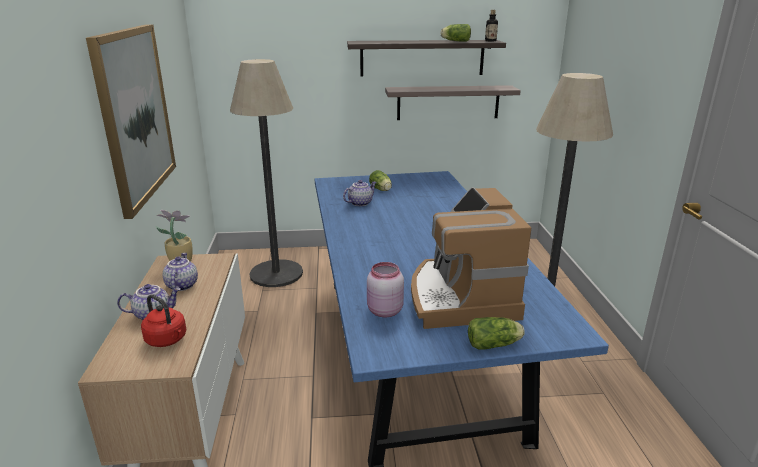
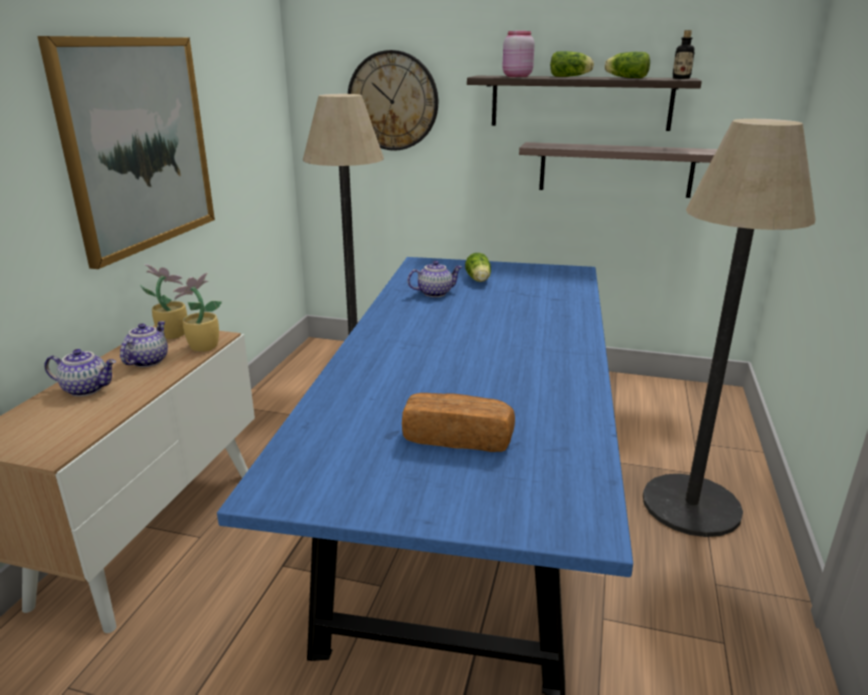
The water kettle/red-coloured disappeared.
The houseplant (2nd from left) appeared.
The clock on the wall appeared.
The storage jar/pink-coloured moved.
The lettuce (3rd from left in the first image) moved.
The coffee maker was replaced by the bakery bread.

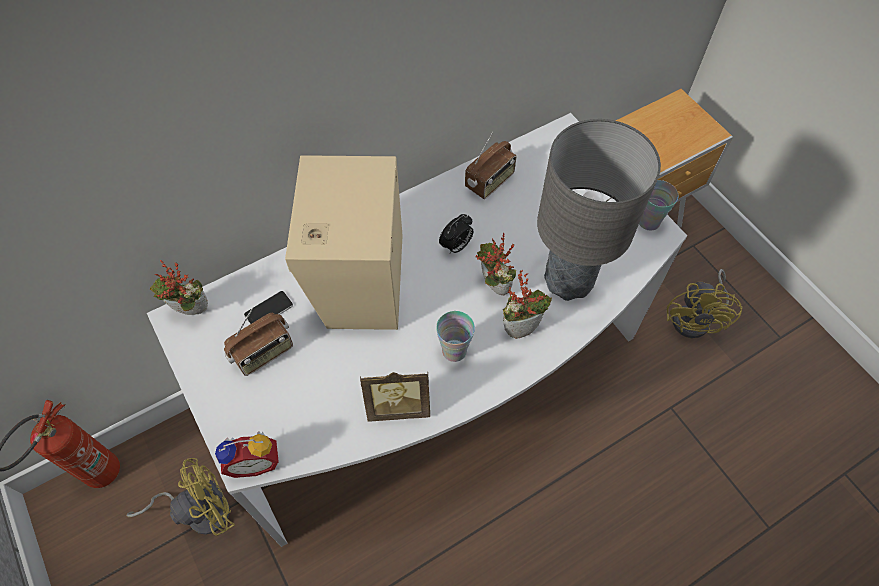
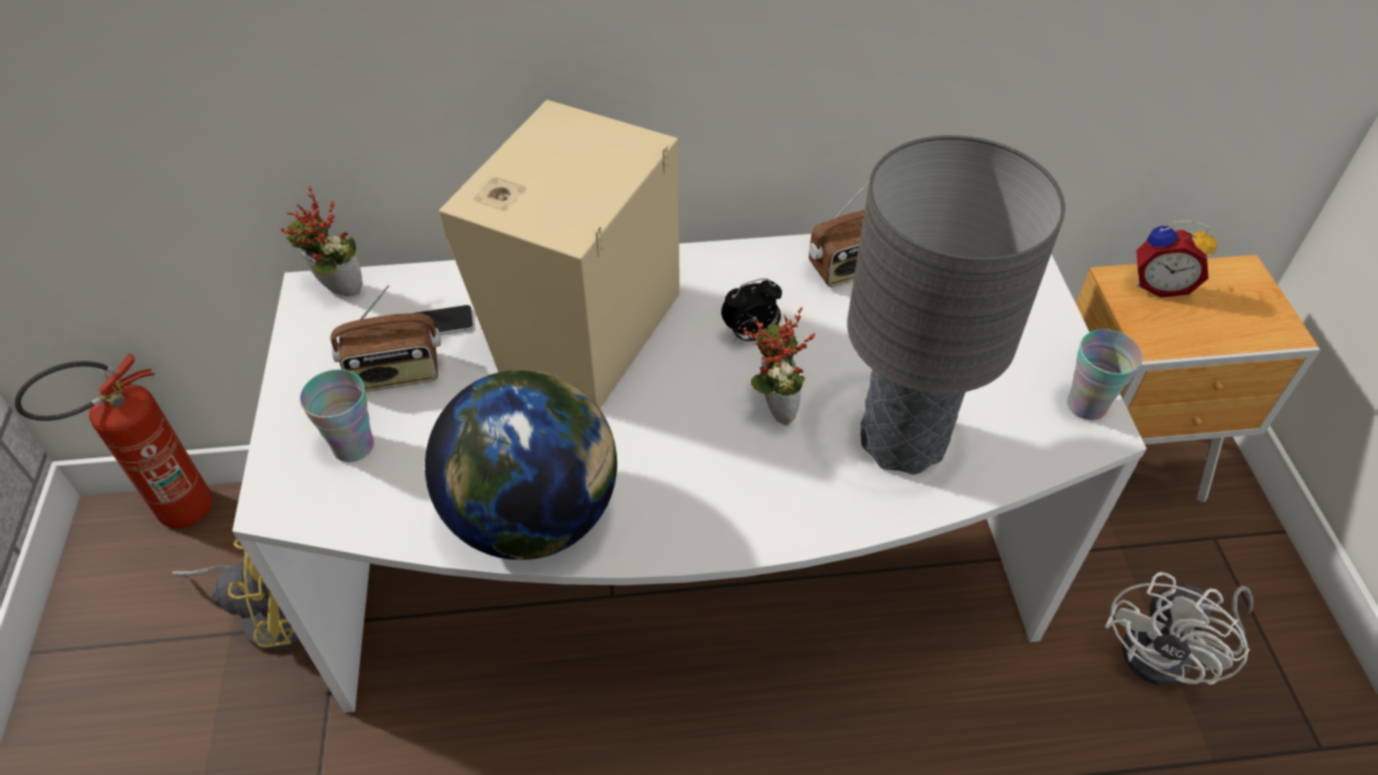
The houseplant (3rd from left) disappeared.
The bedside clock (1st from left in the first image) moved.
The drinking cup (1st from left) moved.
The picture frame was replaced by the desk globe.
The electric fan/yellowish (2nd from left) became the electric fan/white.

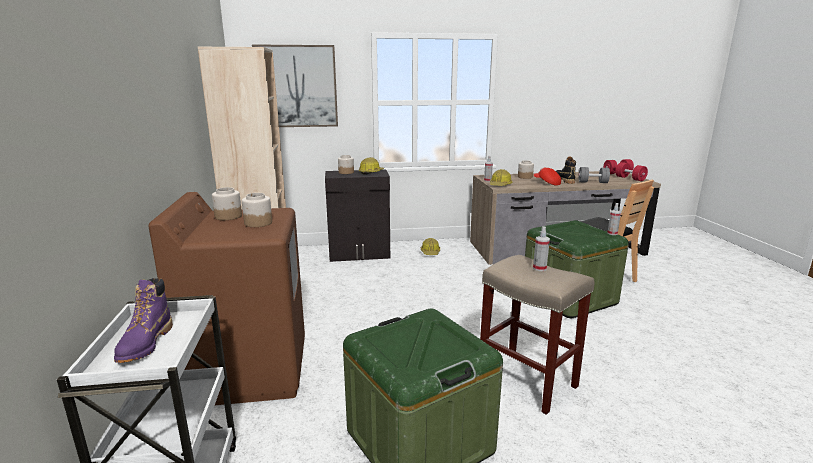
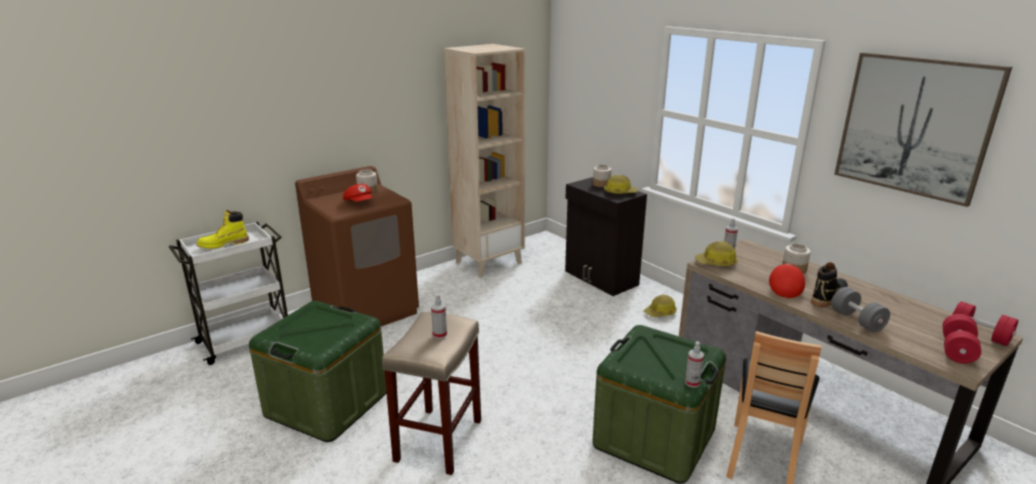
The wall art moved.
The storage jar (2nd from left) was replaced by the baseball cap/red-coloured (1st from left).
The tall boot/purple-coloured became the tall boot/yellowish.

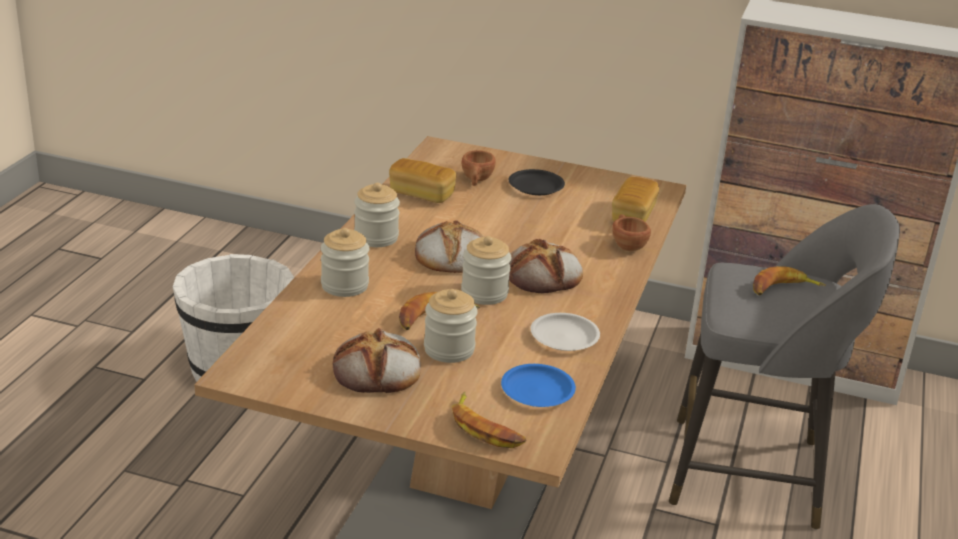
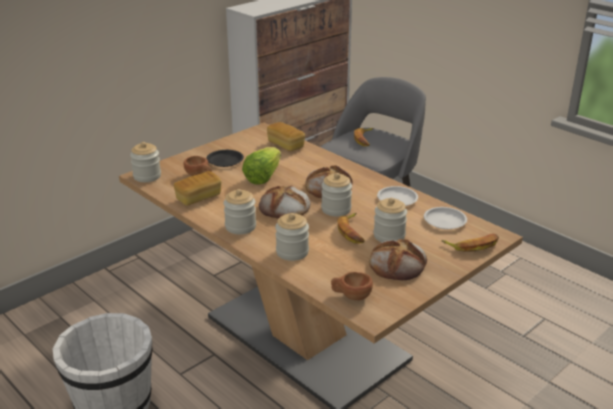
The storage jar (1st from left) appeared.
The lettuce appeared.
The drinking cup/brown (2nd from left) moved.
The dinner plate/bluish became the dinner plate/white (2nd from left).

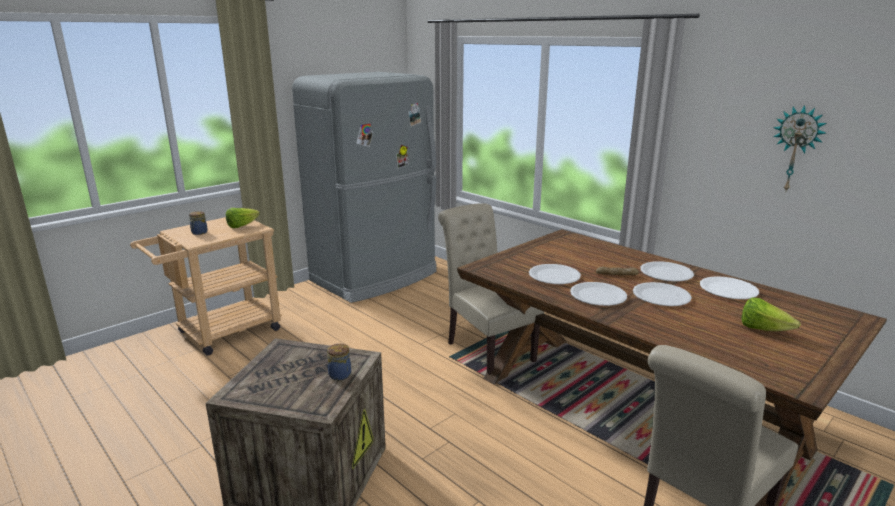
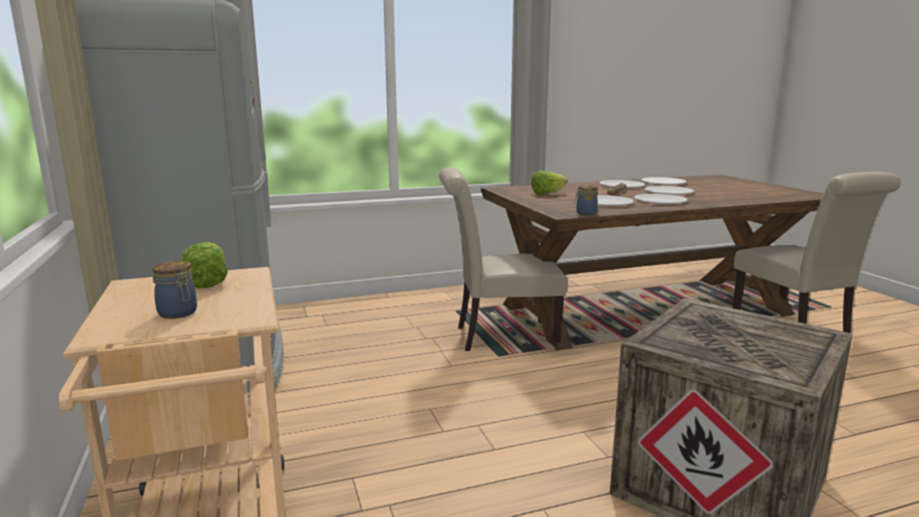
The clock on the wall disappeared.
The storage jar (2nd from left) moved.
The lettuce (2nd from left) moved.

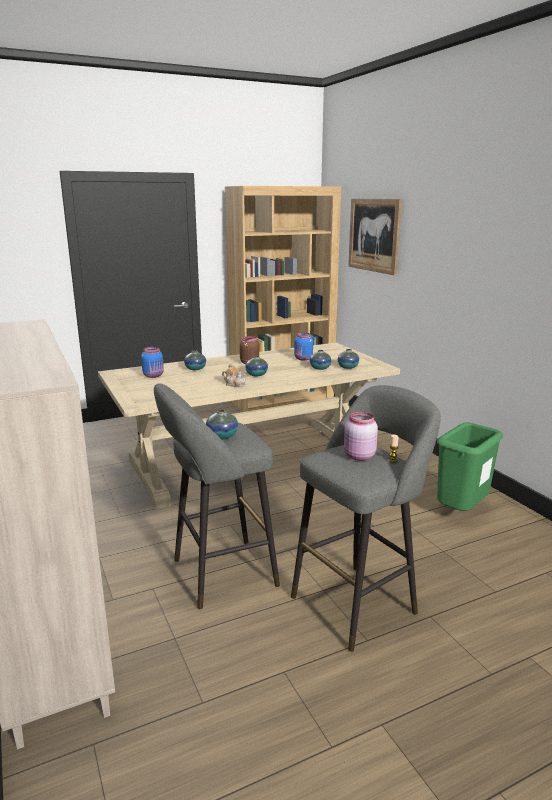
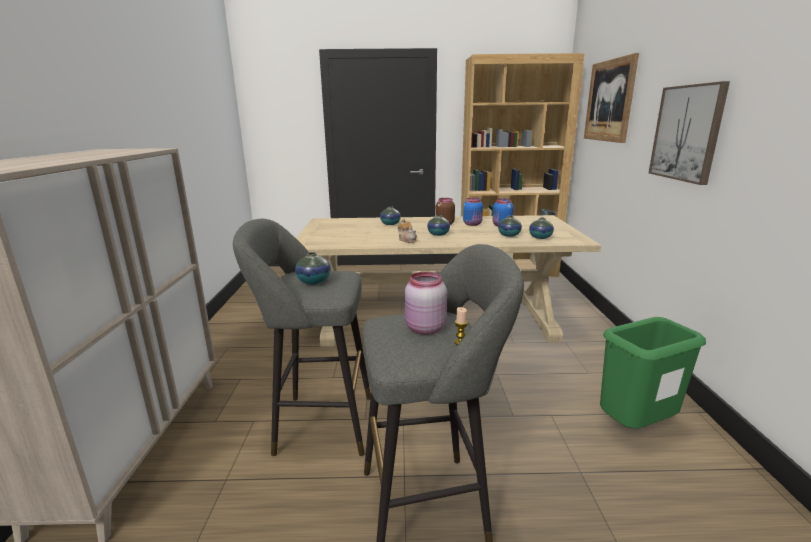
The wall art (2nd from left) appeared.
The storage jar/bluish (1st from left) moved.

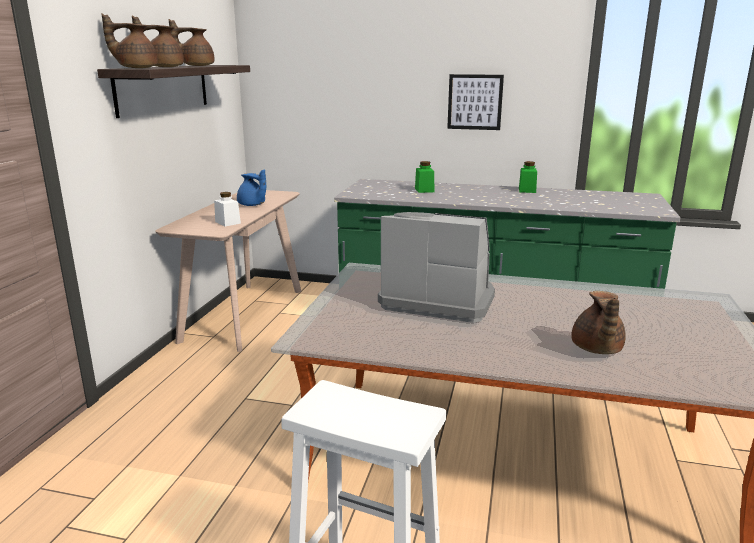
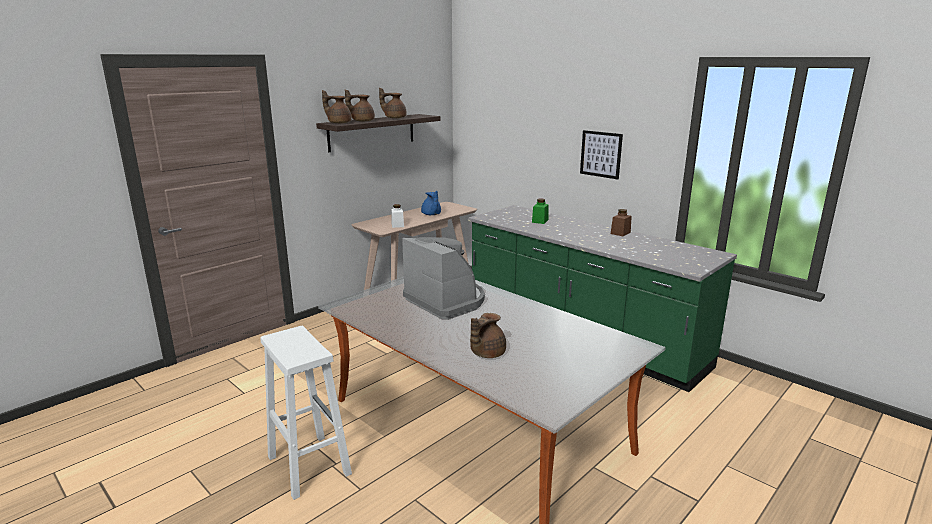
The storage jar/green (2nd from left) became the storage jar/brown.

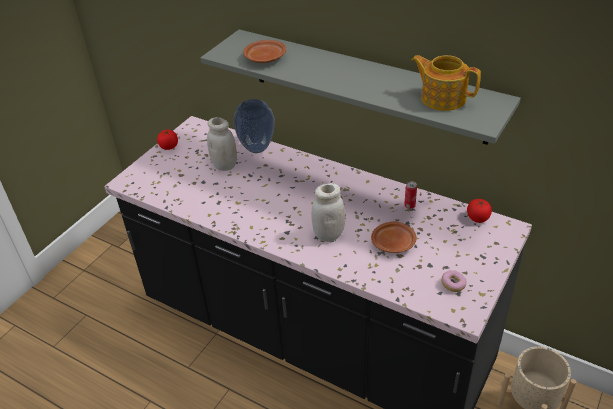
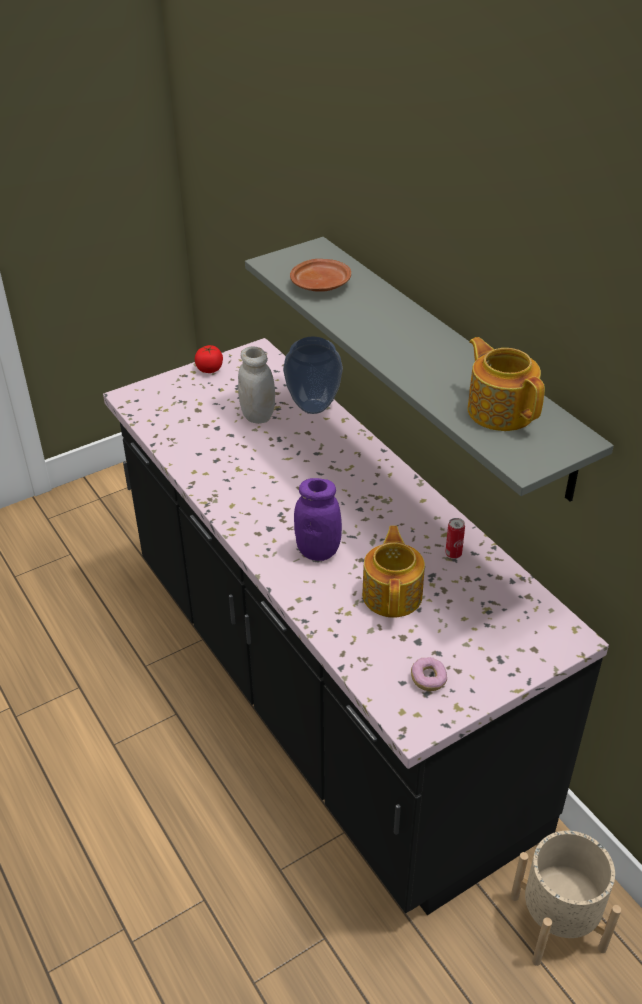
The tomato (2nd from left) disappeared.
The dinner plate/brown (2nd from left) was replaced by the tea pot (1st from left).
The storage jar/white (2nd from left) became the storage jar/purple-coloured.

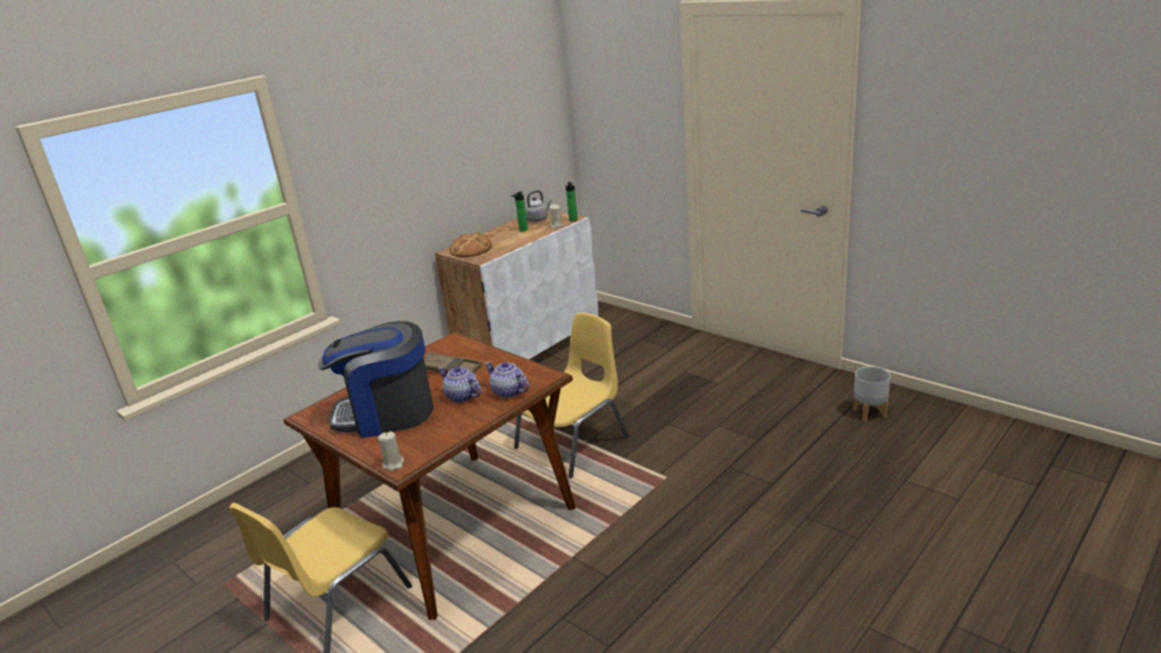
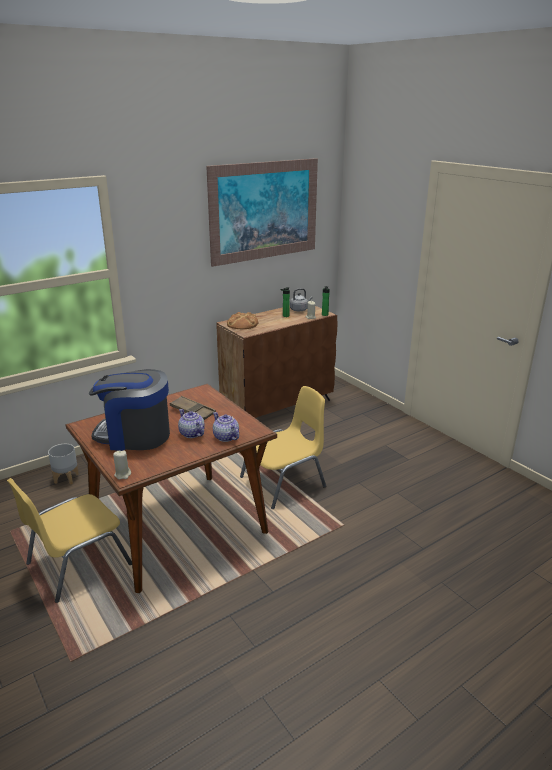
The wall art appeared.
The flower pot/gray moved.
The cabinet/white became the cabinet/brown.

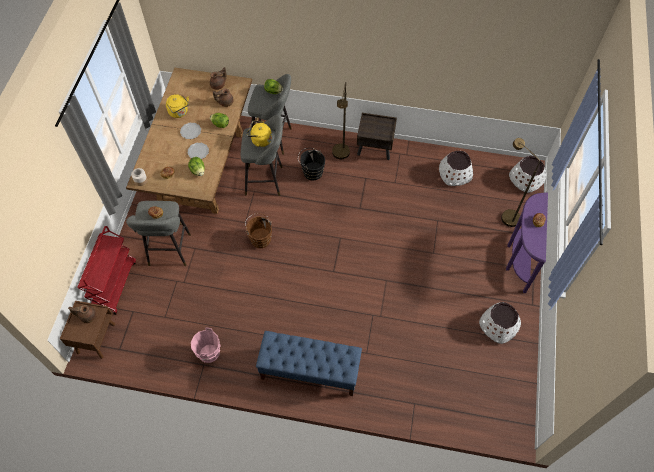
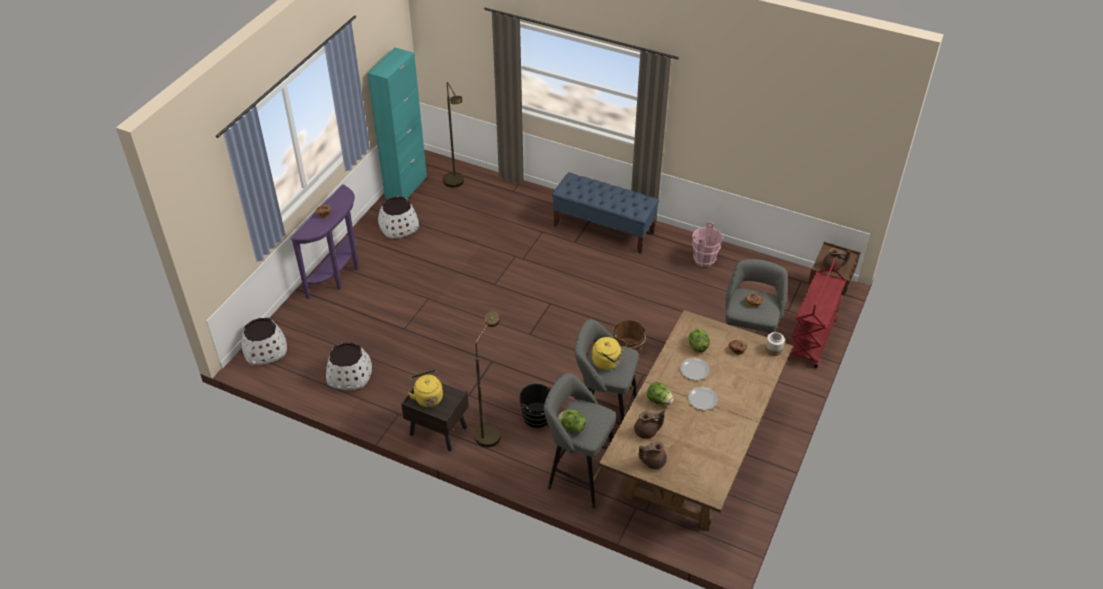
The cabinet/blue-green appeared.
The water kettle/yellowish (1st from left) moved.
The standing lamp/brown (2nd from left in the first image) moved.

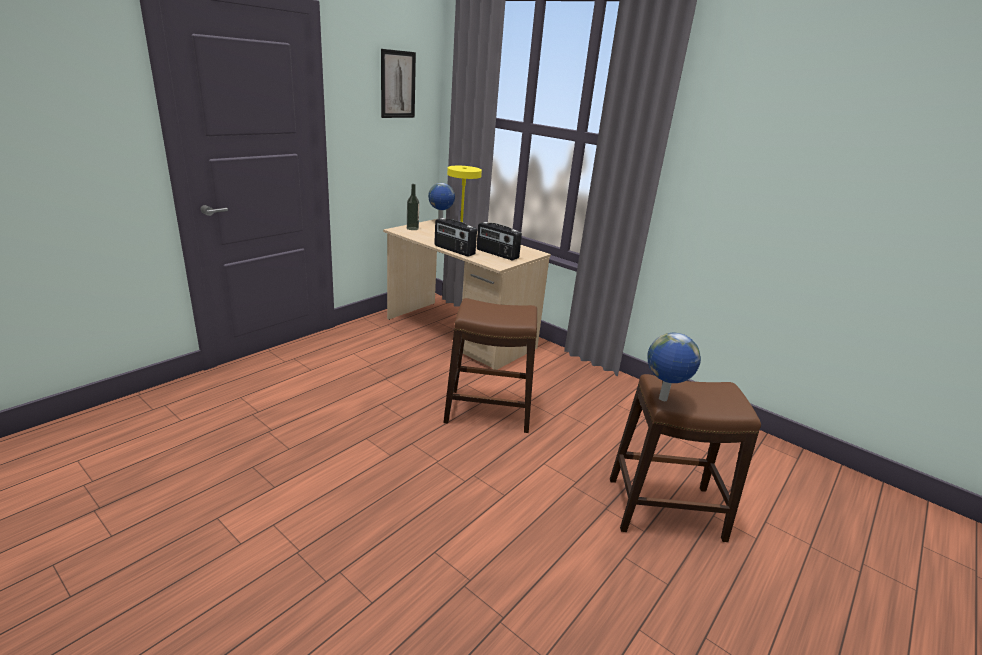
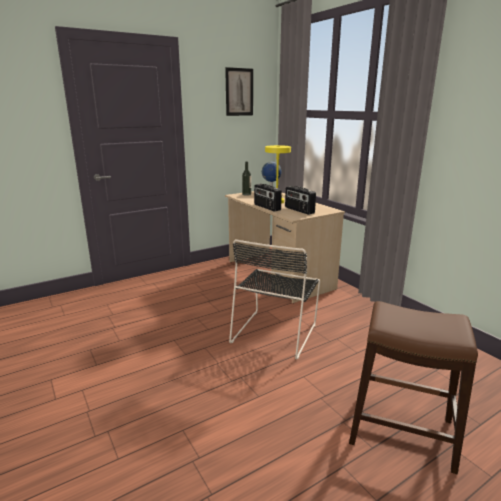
The desk globe (2nd from left) disappeared.
The stool/brown (1st from left) was replaced by the chair/blackish.

